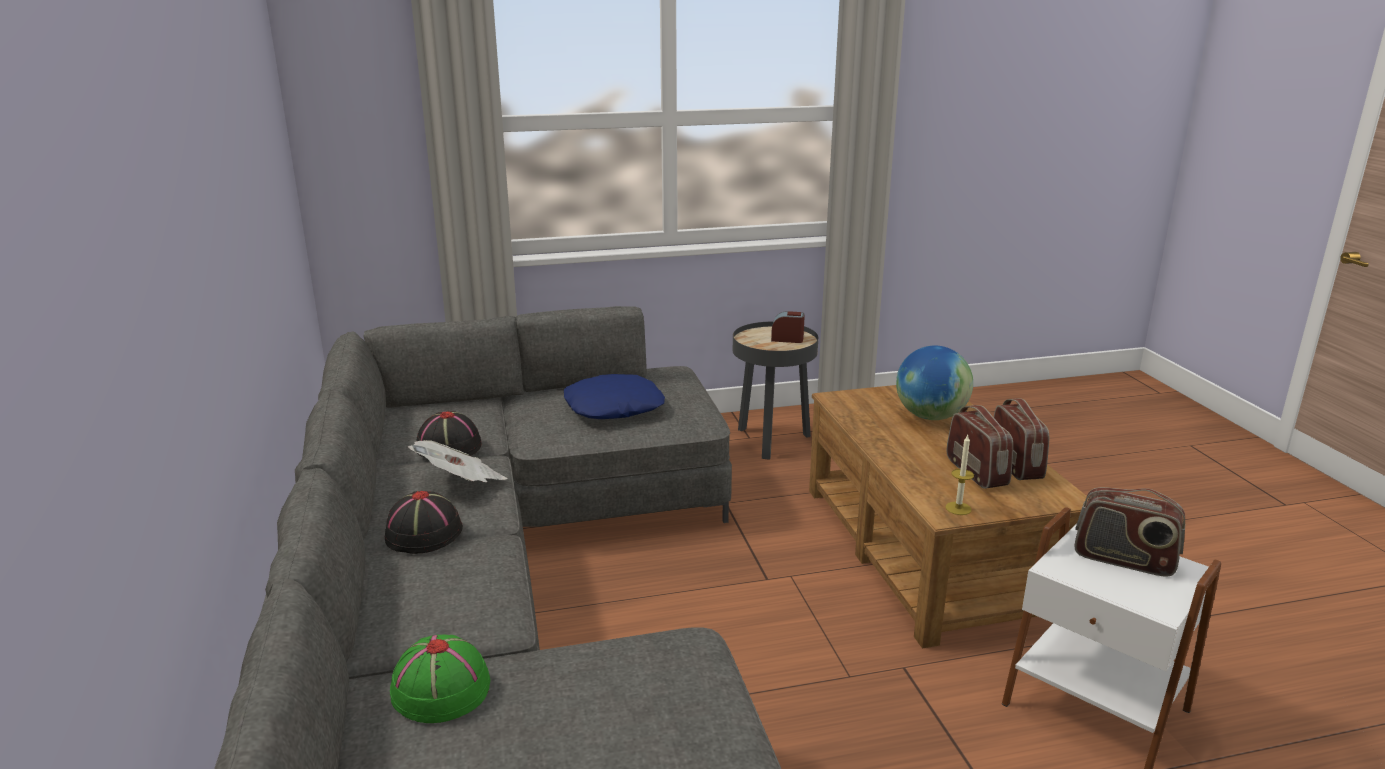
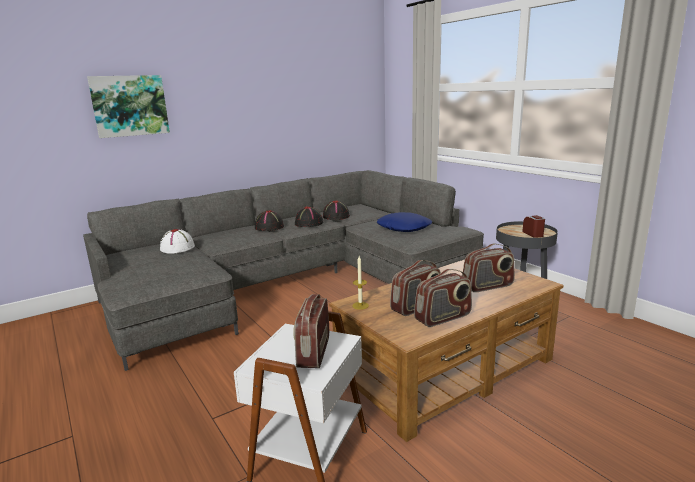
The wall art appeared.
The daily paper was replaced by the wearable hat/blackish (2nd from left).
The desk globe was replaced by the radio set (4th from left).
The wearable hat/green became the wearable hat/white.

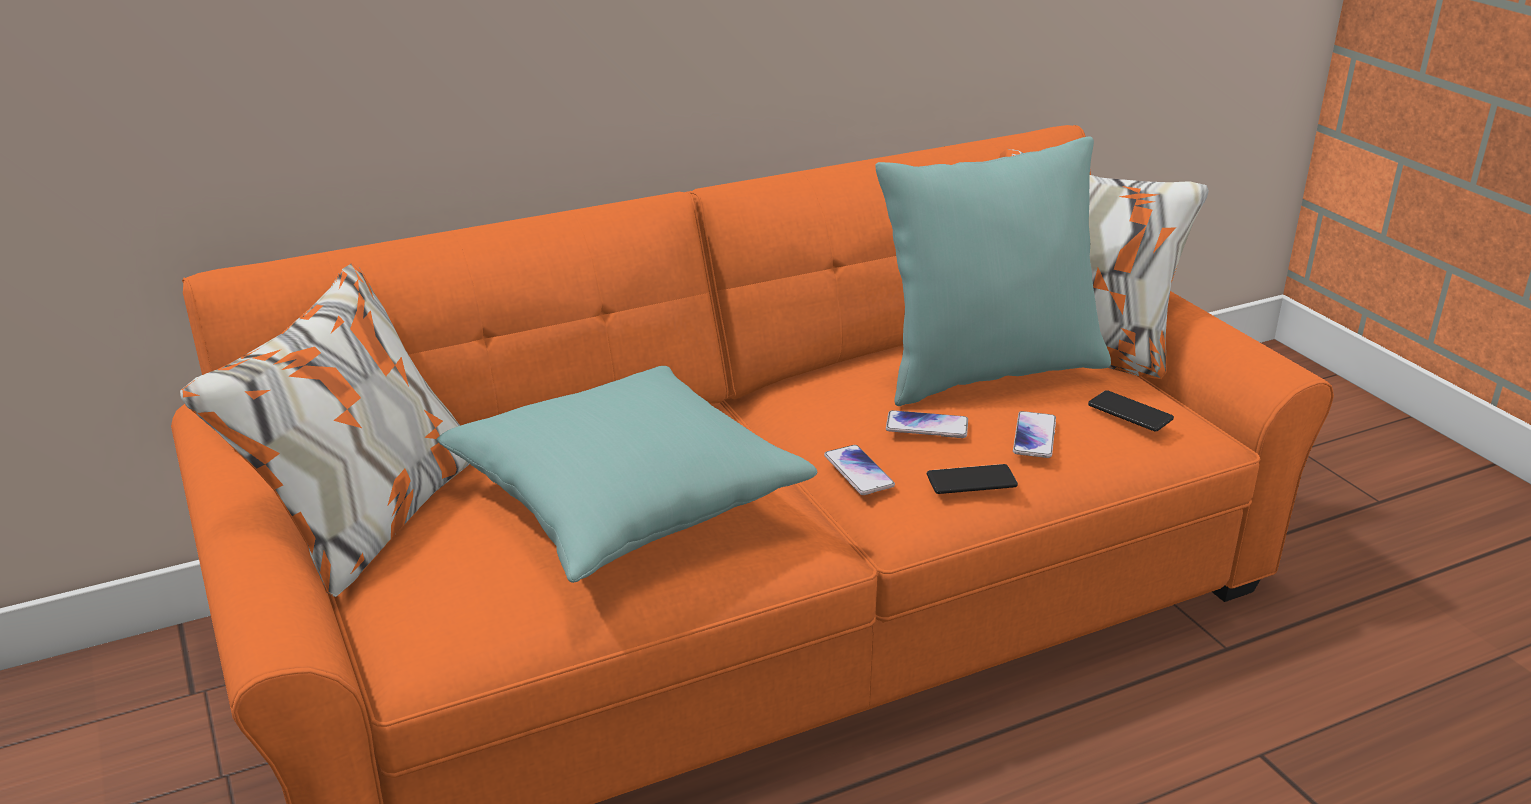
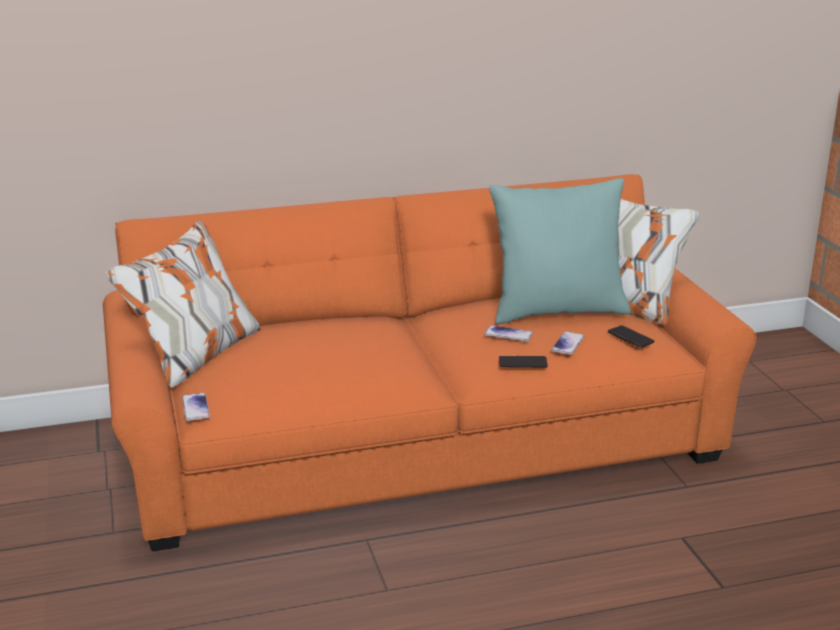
The pillow/blue-green (1st from left) disappeared.
The phone (1st from left) moved.

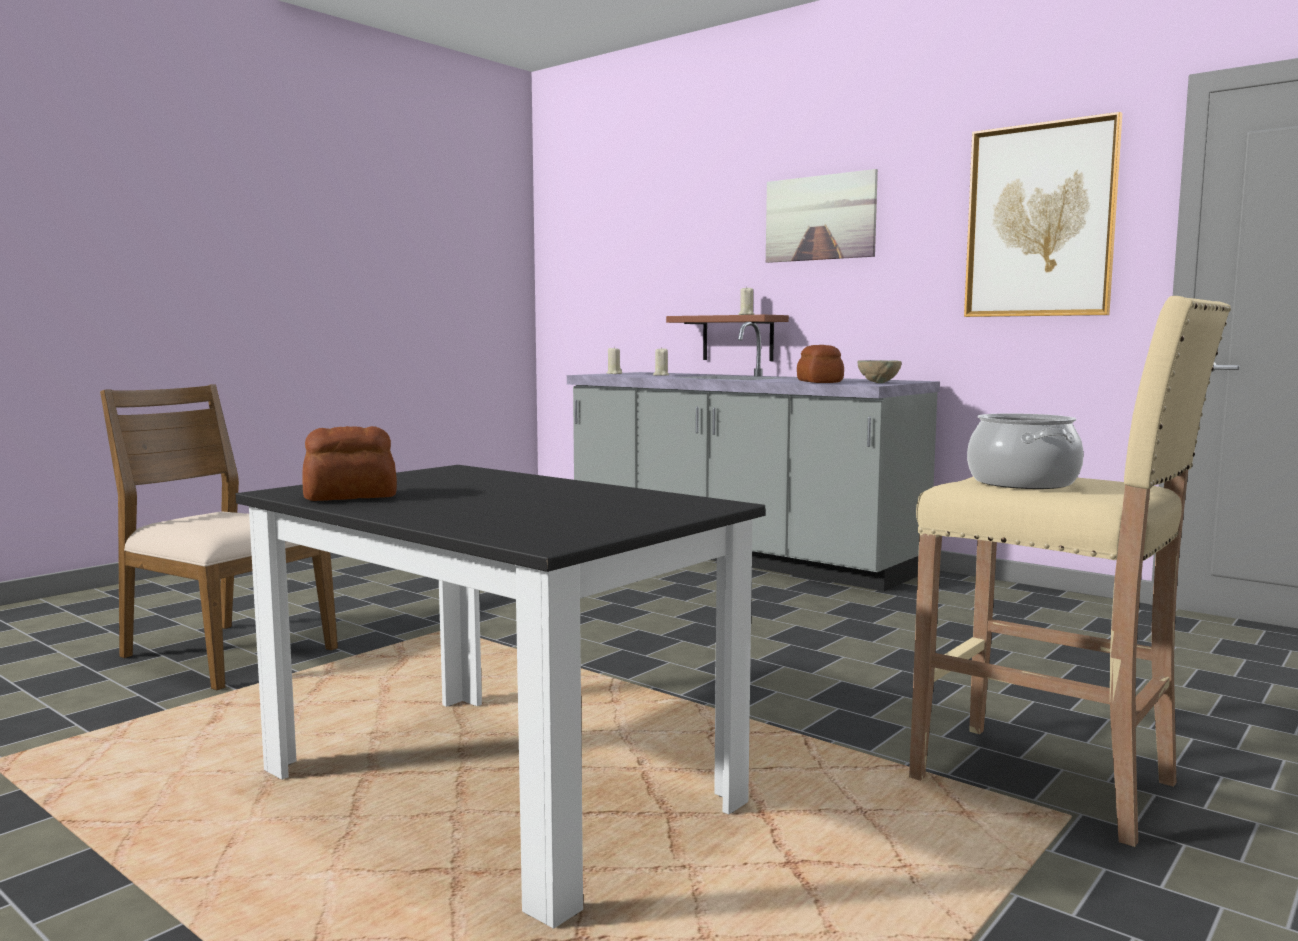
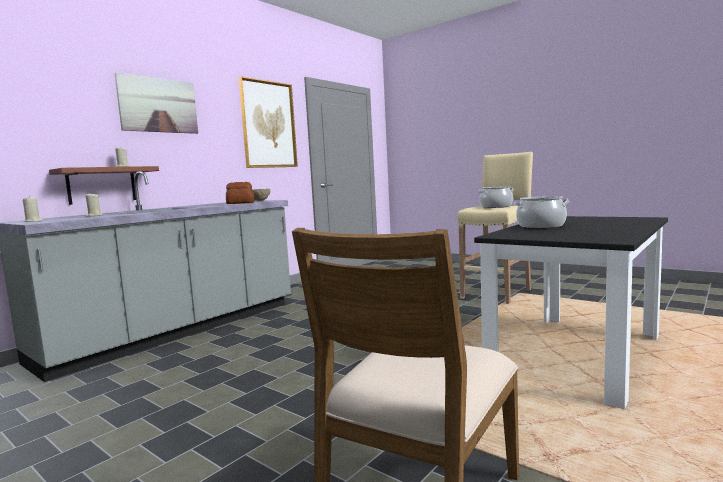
The bakery bread (1st from left) disappeared.
The cooking pot (2nd from left) appeared.

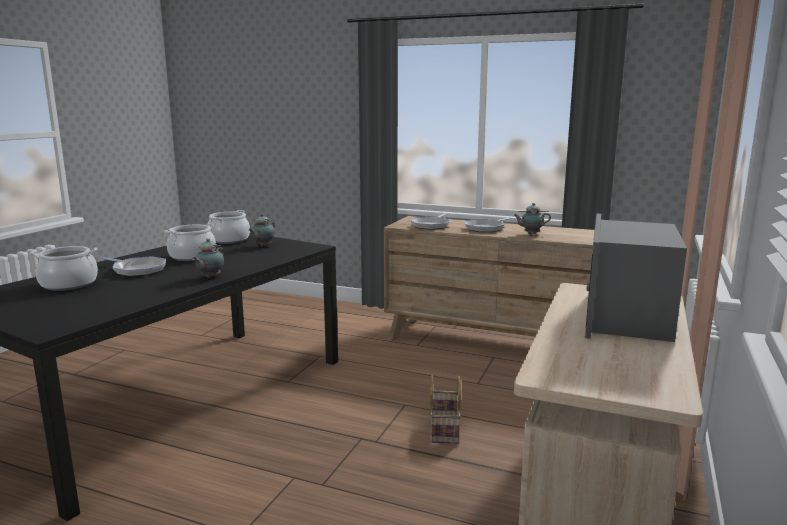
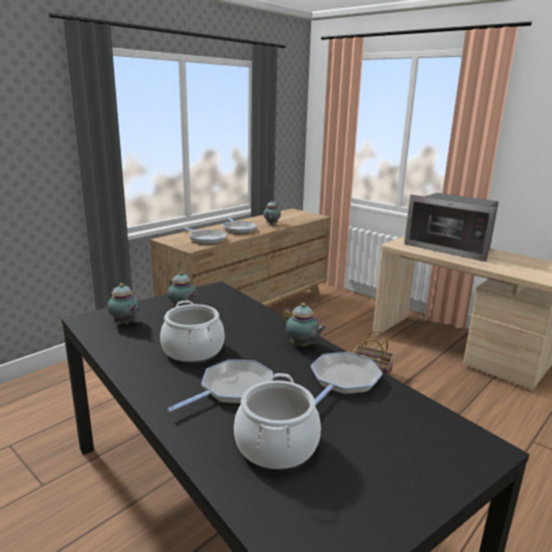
The frying pan (4th from left) appeared.
The cooking pot (3rd from left) was replaced by the tea pot (1st from left).

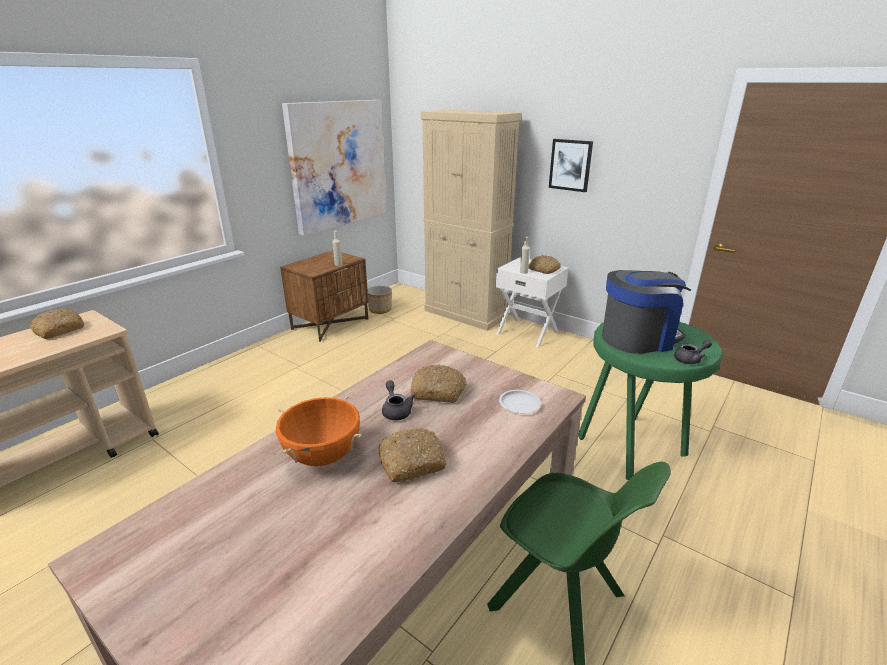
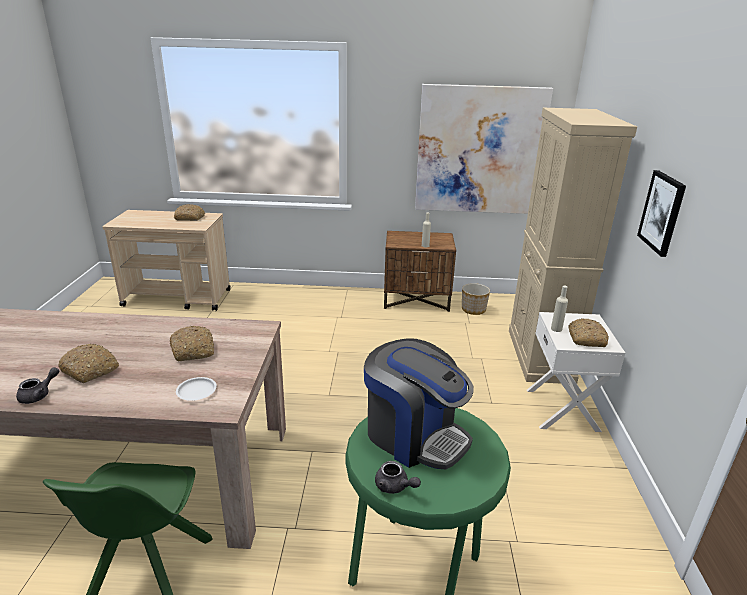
The cooking pot/orangey disappeared.
The tea pot/gray (1st from left) moved.

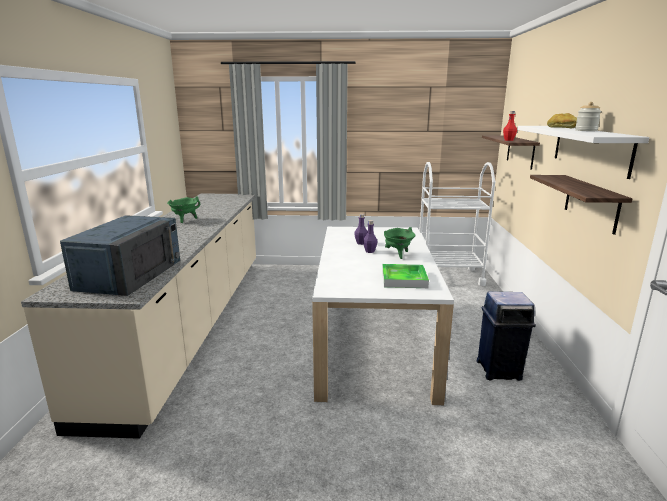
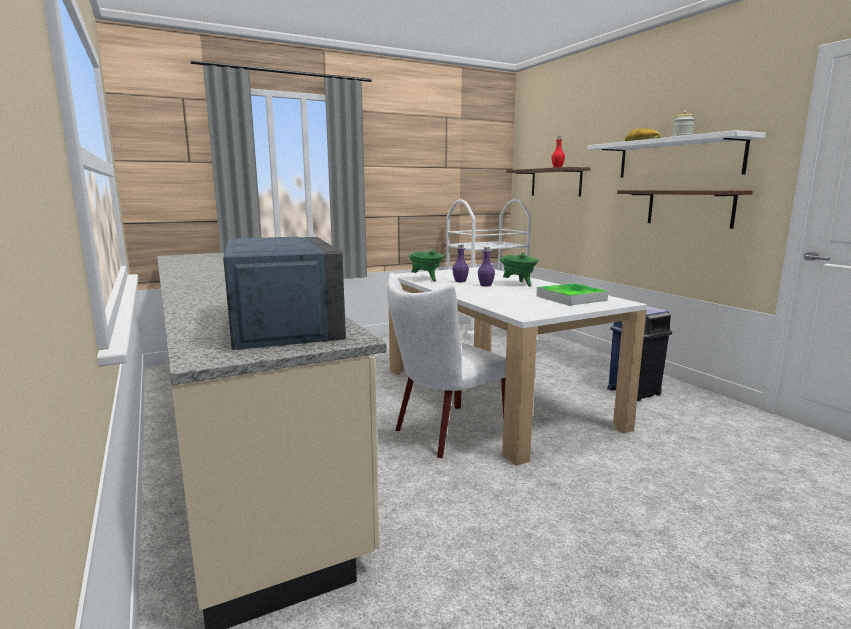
The chair/white appeared.
The cooking pot/green (1st from left) moved.

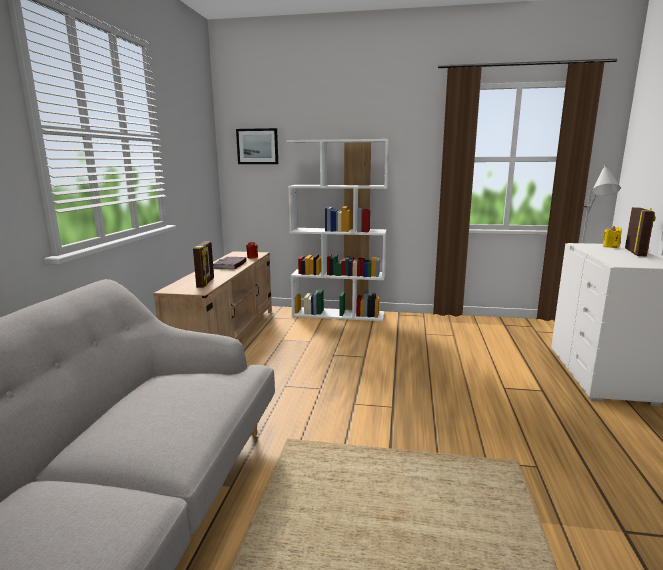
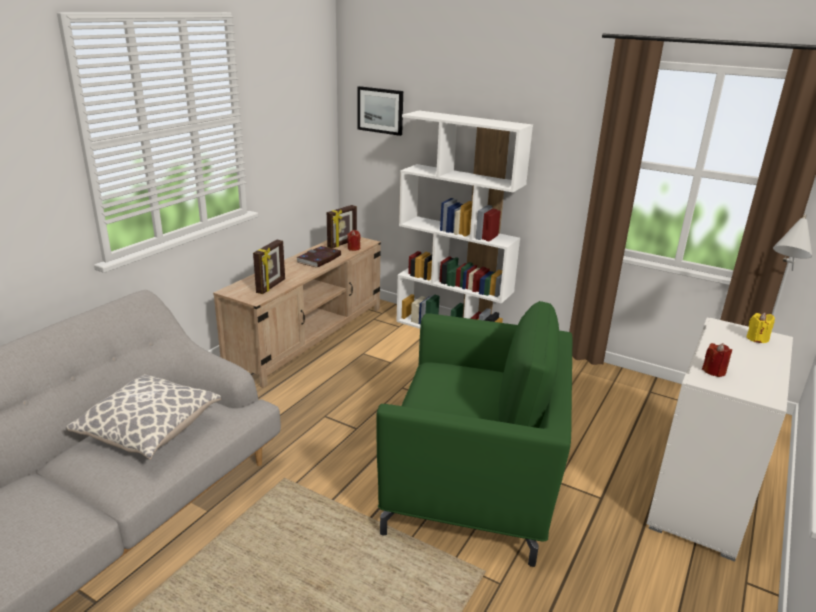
The pillow appeared.
The lounge chair/green appeared.
The wax candle/red-coloured (2nd from left) appeared.
The picture frame (2nd from left) moved.

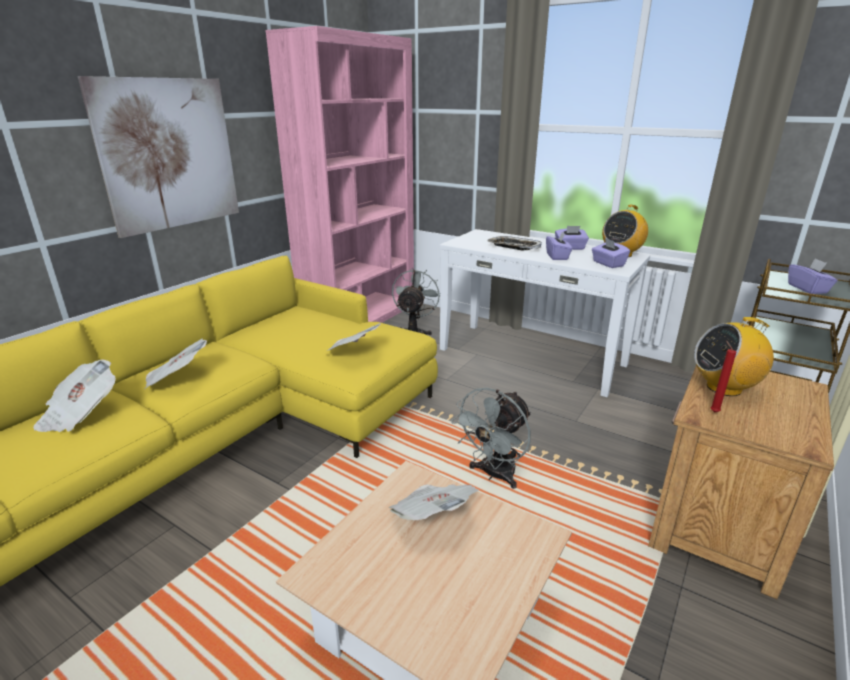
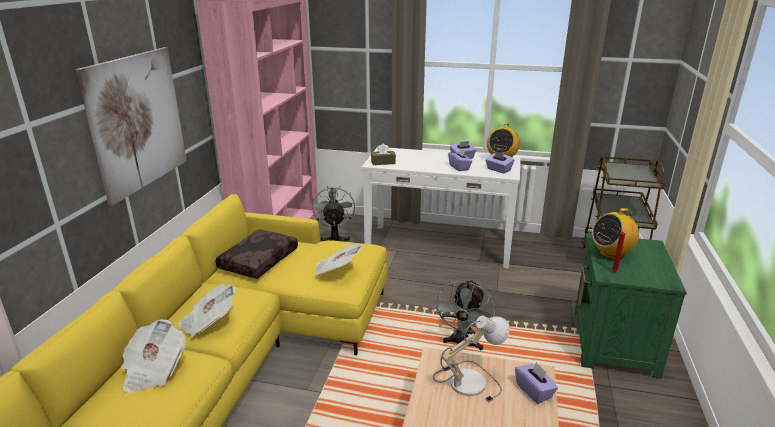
The carrying tray disappeared.
The pillow/brown appeared.
The box of tissues/brown appeared.
The box of tissues/purple-coloured (4th from left) moved.
The daily paper (4th from left) was replaced by the tabletop lamp.
The bedside table/brown became the bedside table/green.

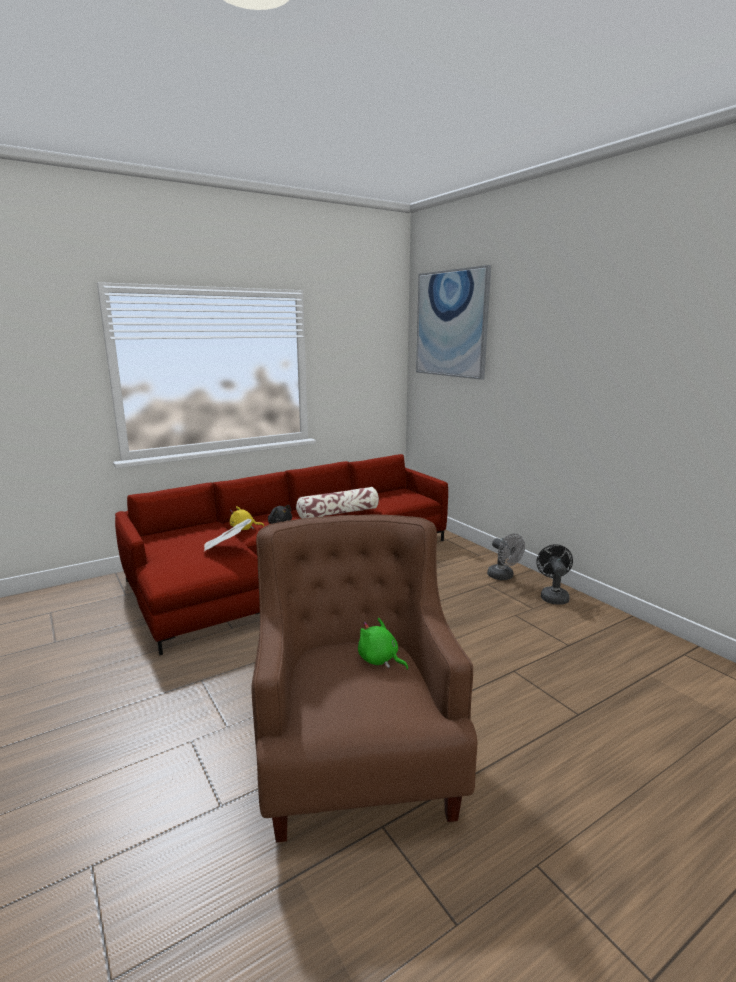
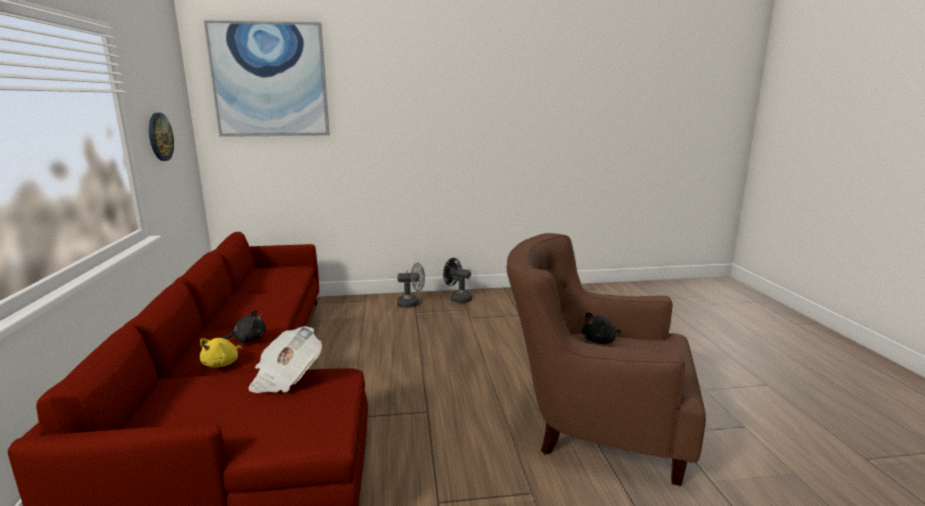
The pillow disappeared.
The clock on the wall appeared.
The cuddly toy/green became the cuddly toy/blackish (2nd from left).

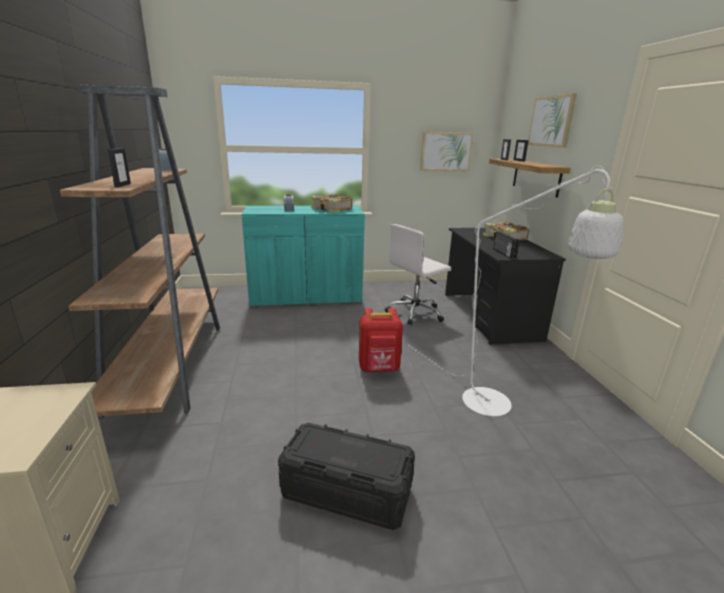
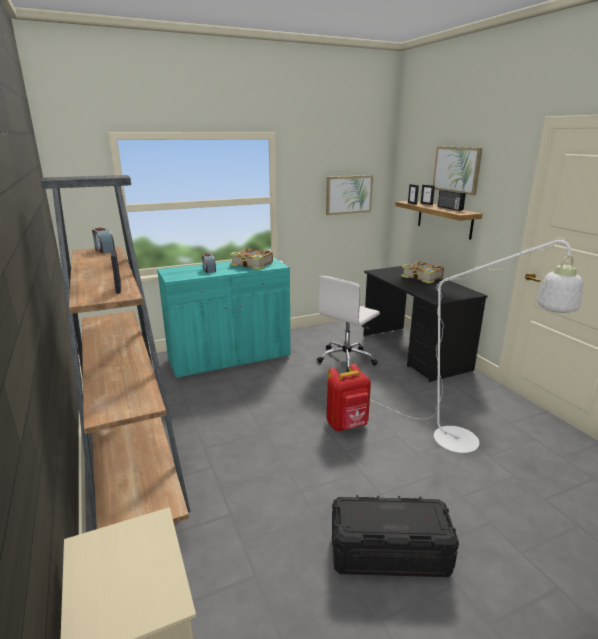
The radio set moved.

